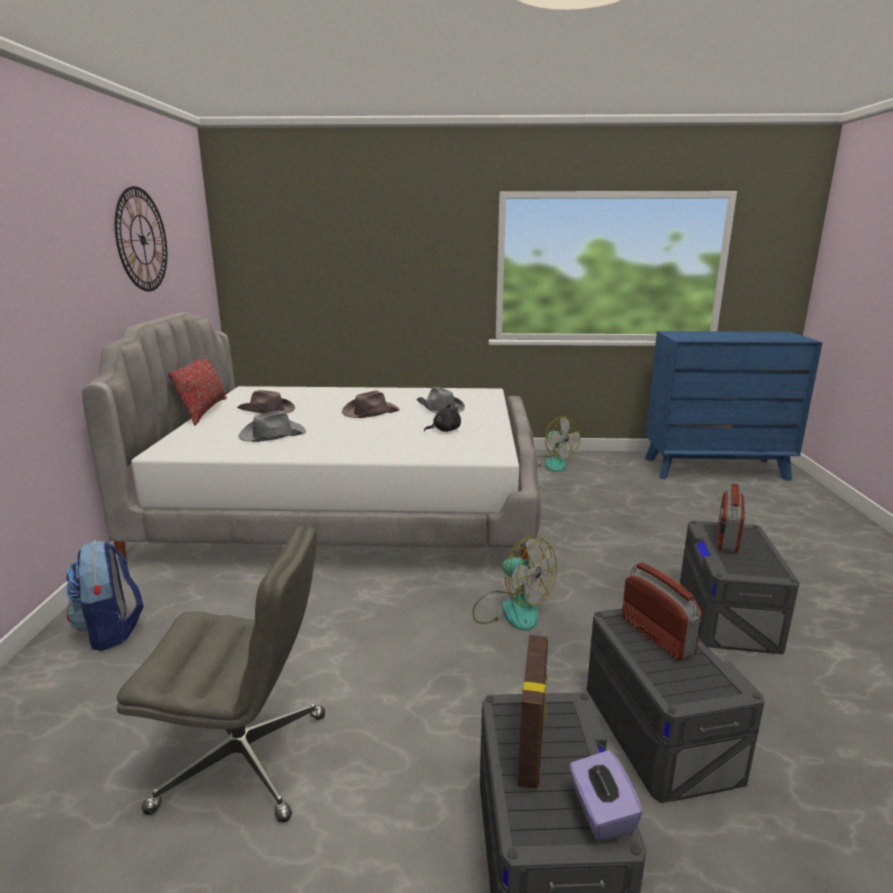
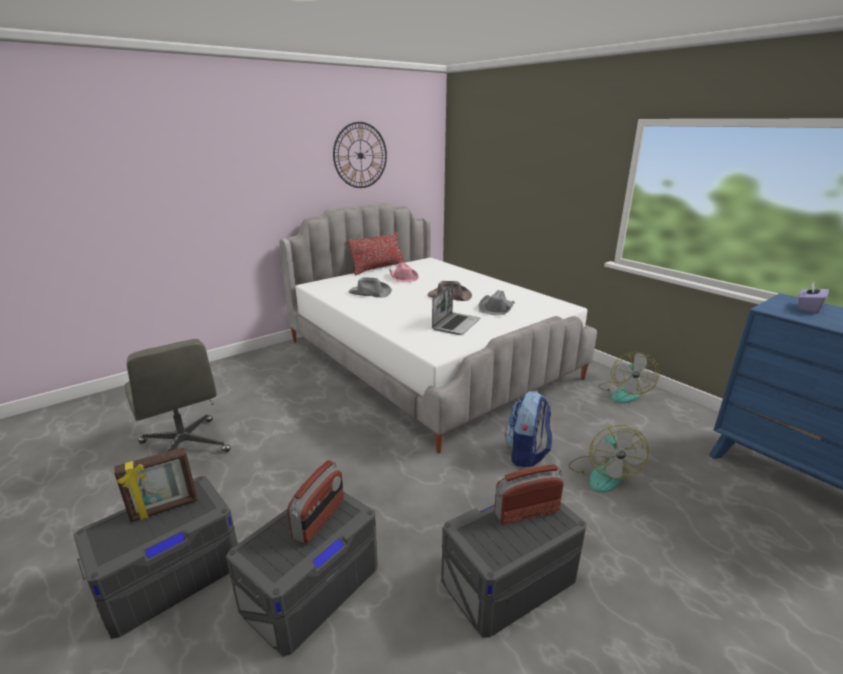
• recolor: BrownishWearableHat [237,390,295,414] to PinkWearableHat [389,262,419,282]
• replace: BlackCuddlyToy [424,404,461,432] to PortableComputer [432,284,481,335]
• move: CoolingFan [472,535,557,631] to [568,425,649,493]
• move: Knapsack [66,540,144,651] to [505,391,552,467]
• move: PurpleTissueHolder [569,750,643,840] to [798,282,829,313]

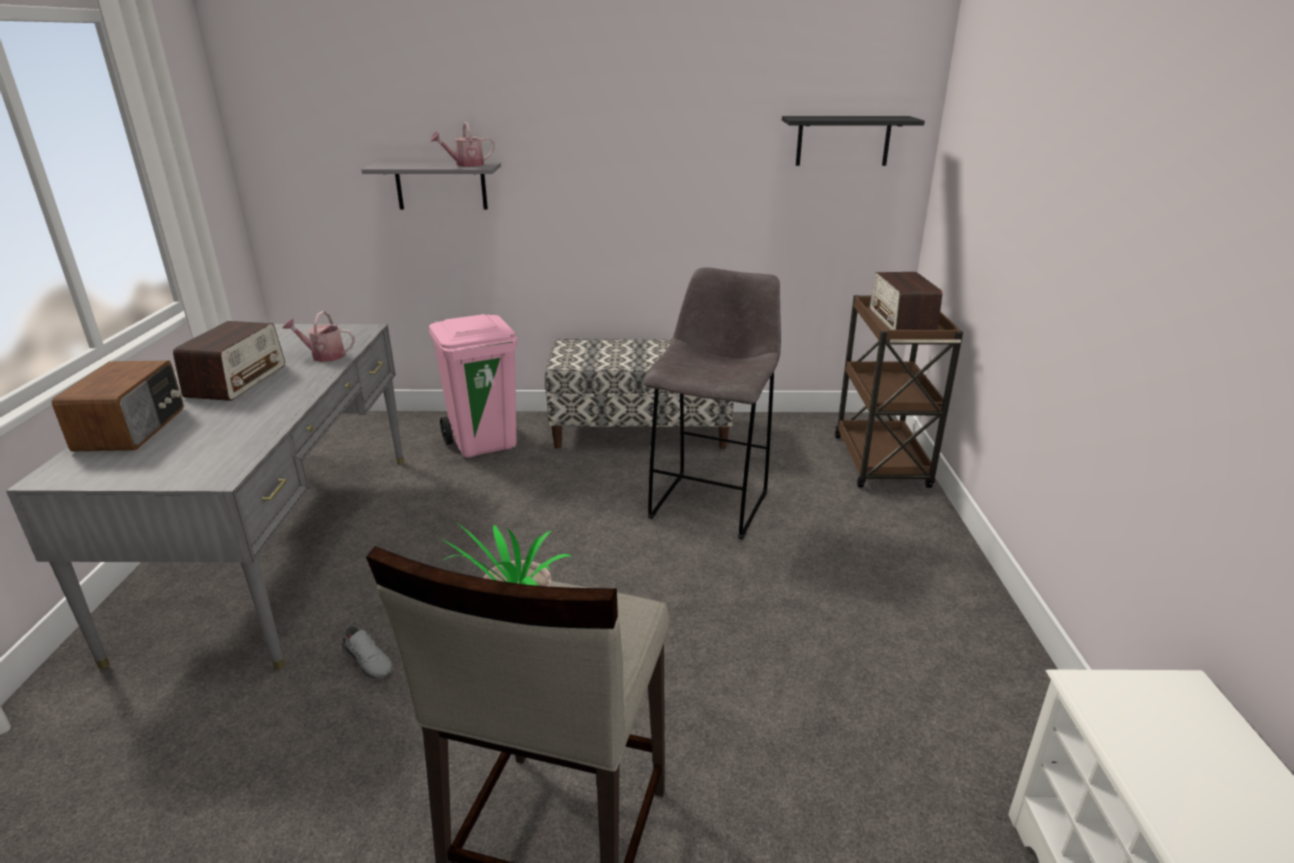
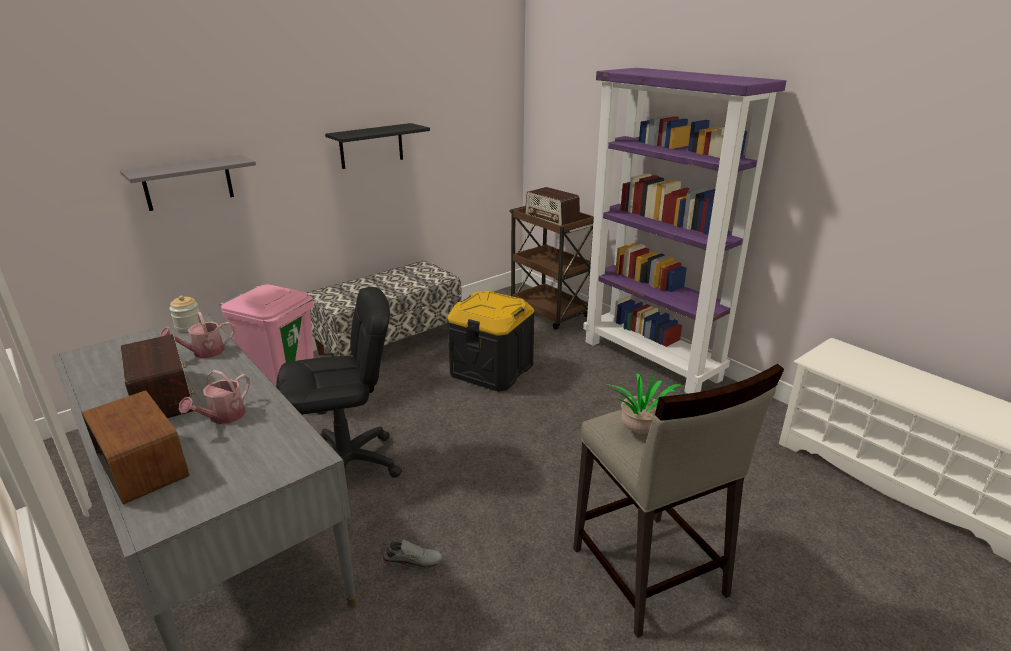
• move: BlackWallShelf [782,116,925,166] to [325,123,430,169]
• move: WateringCan [430,122,495,167] to [179,370,250,424]
• replace: GraySittingStool [643,267,781,540] to BlackStorageBox [447,291,535,392]
• insert: PurpleBookshelf [583,68,786,394]
• insert: BlackOfficeChair [276,287,402,478]
• insert: PreserveJar [169,295,199,332]

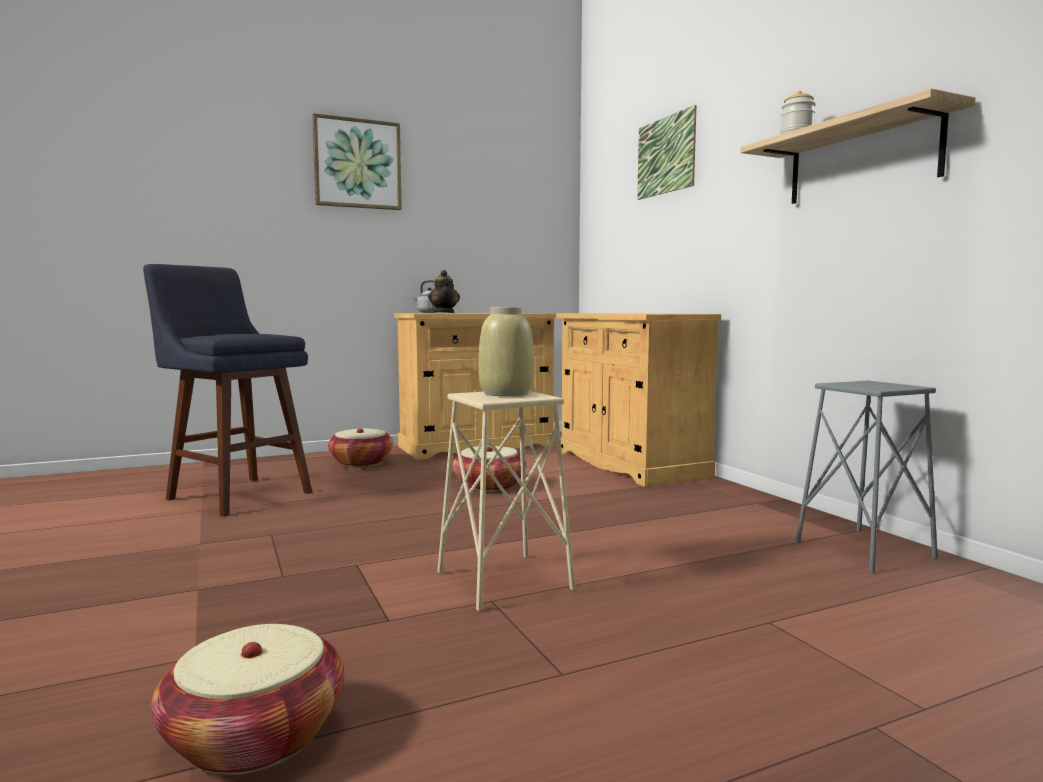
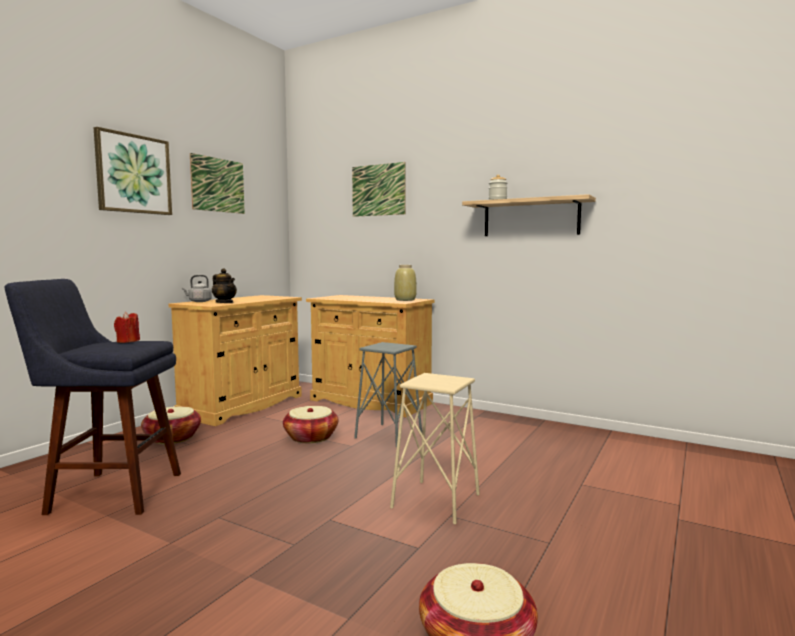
• move: BeigeVase [479,307,534,396] to [394,265,417,301]
• move: GraySittingStool [796,381,938,573] to [354,342,422,448]
• insert: WallPicture [190,153,245,214]
• insert: RedWaxCandle [114,312,140,343]

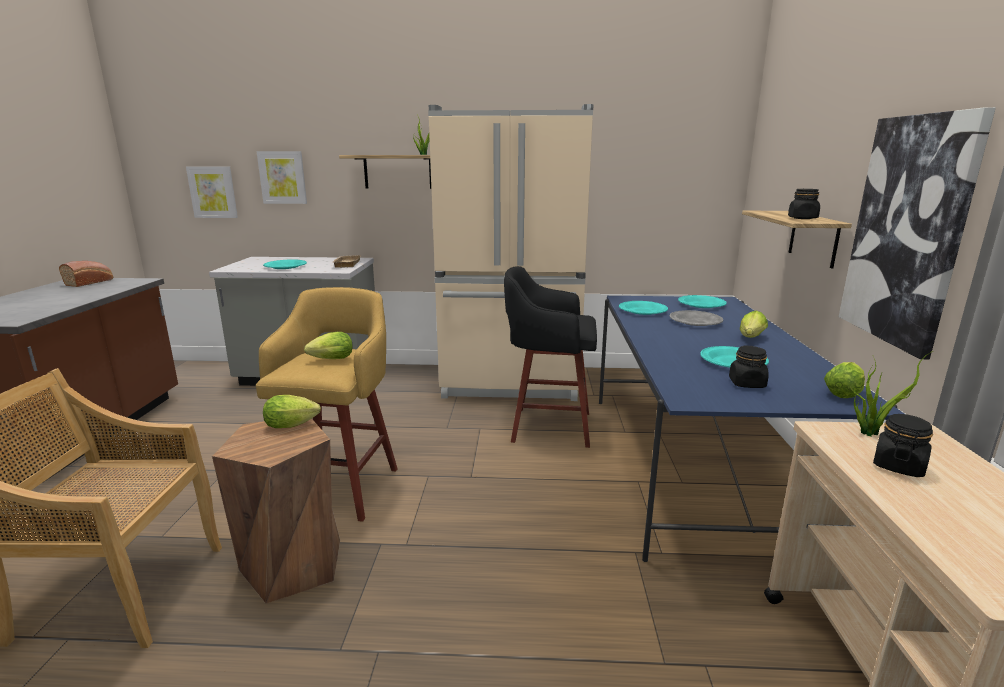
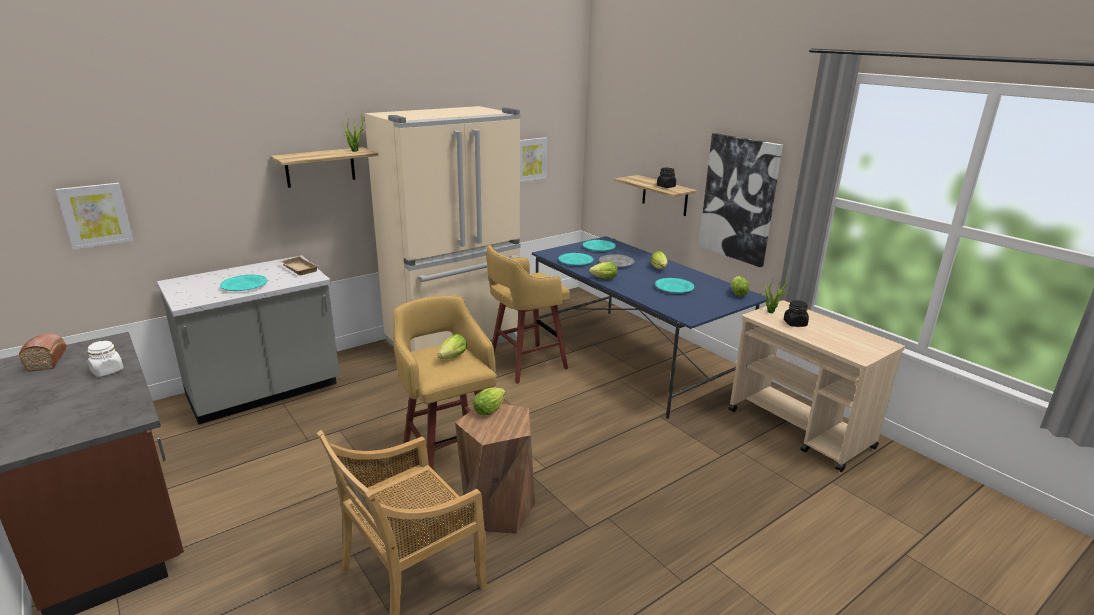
• move: WallPicture [256,151,307,204] to [520,137,547,183]
• recolor: BlackSittingStool [504,266,597,448] to YellowSittingStool [487,245,570,384]
• delete: BlackPreserveJar [729,345,769,388]
• insert: HeadOfLettuce [589,262,618,279]
• insert: WhitePreserveJar [88,341,124,377]

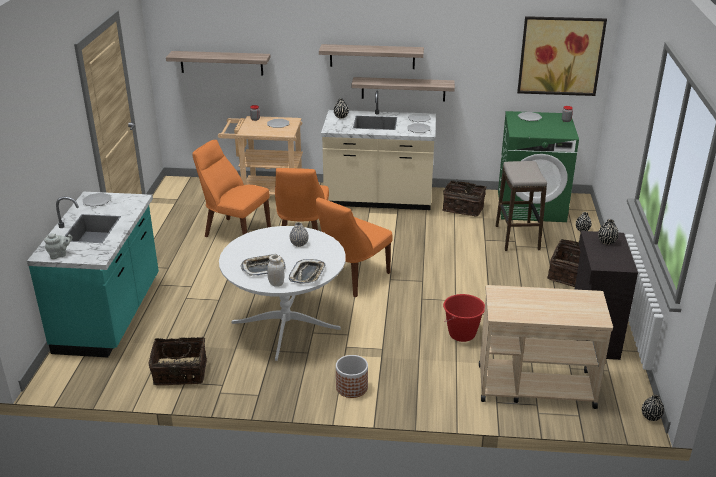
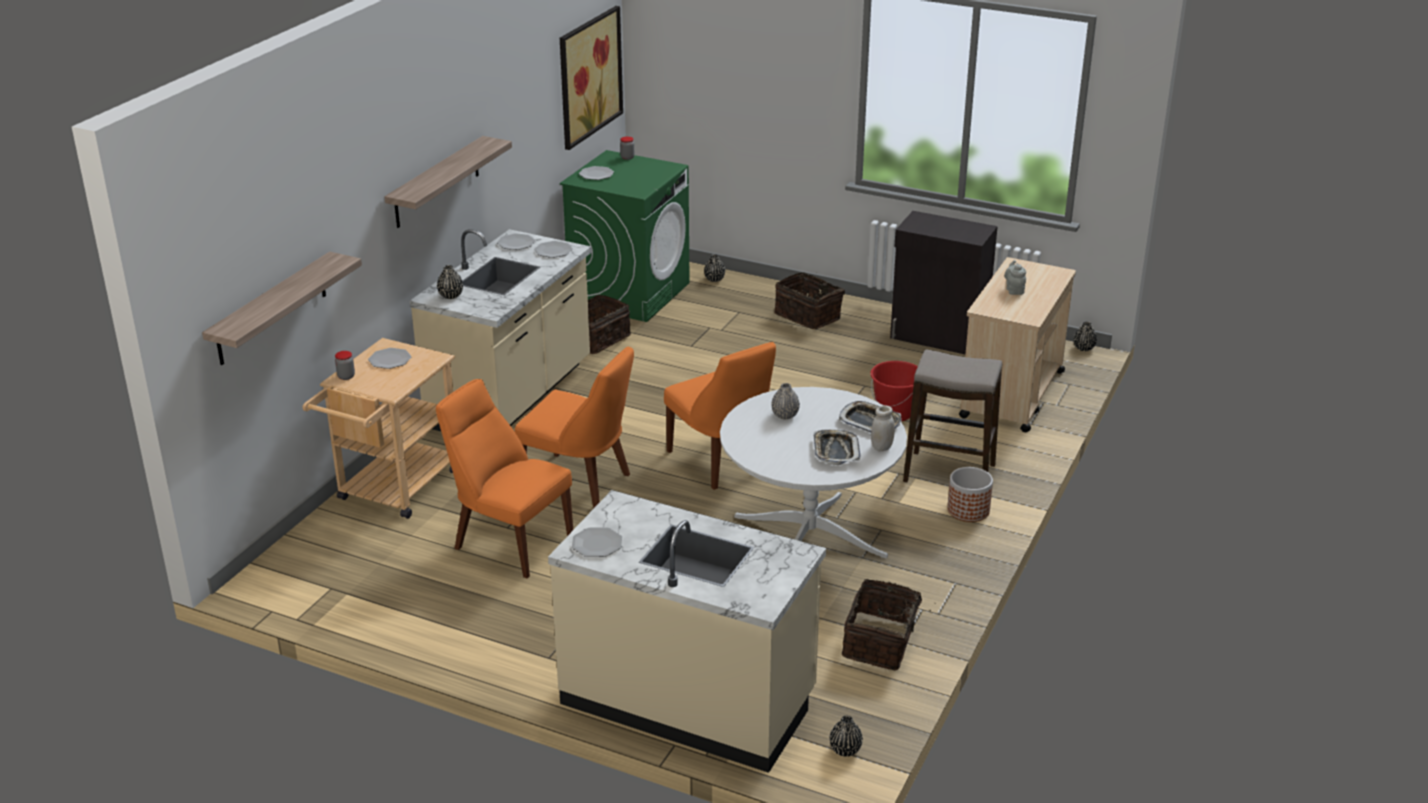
• delete: WallShelf [351,77,455,102]
• rotate: OrangeChair [192,140,271,237] = [436,379,573,578] 75 degrees clockwise
• move: SittingStool [496,161,547,251] to [903,350,1002,482]
• recolor: TurquoiseColouredCounter [27,192,159,358] to BeigeCounter [548,490,826,773]
• move: BlackVase [598,219,619,245] to [830,716,863,757]
• move: GrayPotForTea [44,234,73,259] to [1004,260,1026,295]

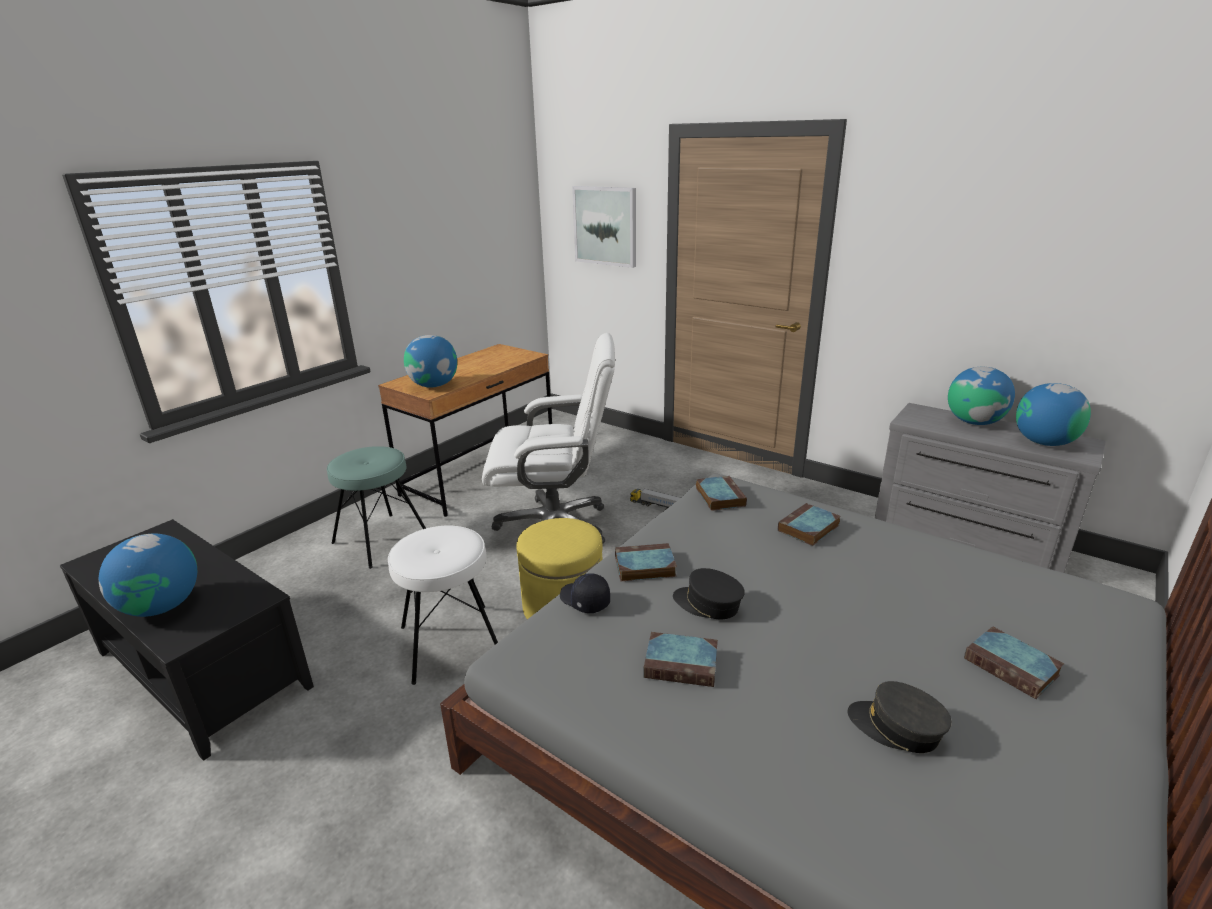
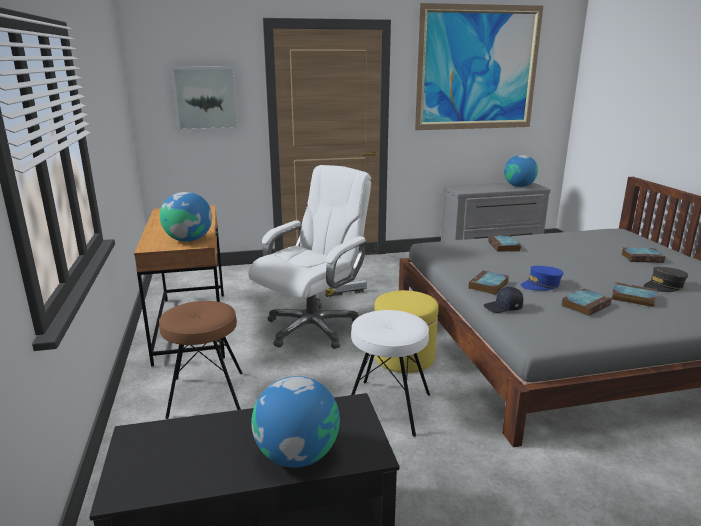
• delete: WorldGlobe [948,367,1015,425]
• recolor: TurquoiseColouredSittingStool [327,446,426,569] to BrownishSittingStool [159,301,243,419]
• move: Book [696,476,747,511] to [612,282,657,307]
• recolor: BlackBaseballCap [673,568,745,619] to BlueColouredBaseballCap [521,266,563,291]
• insert: WallPicture [415,3,543,130]

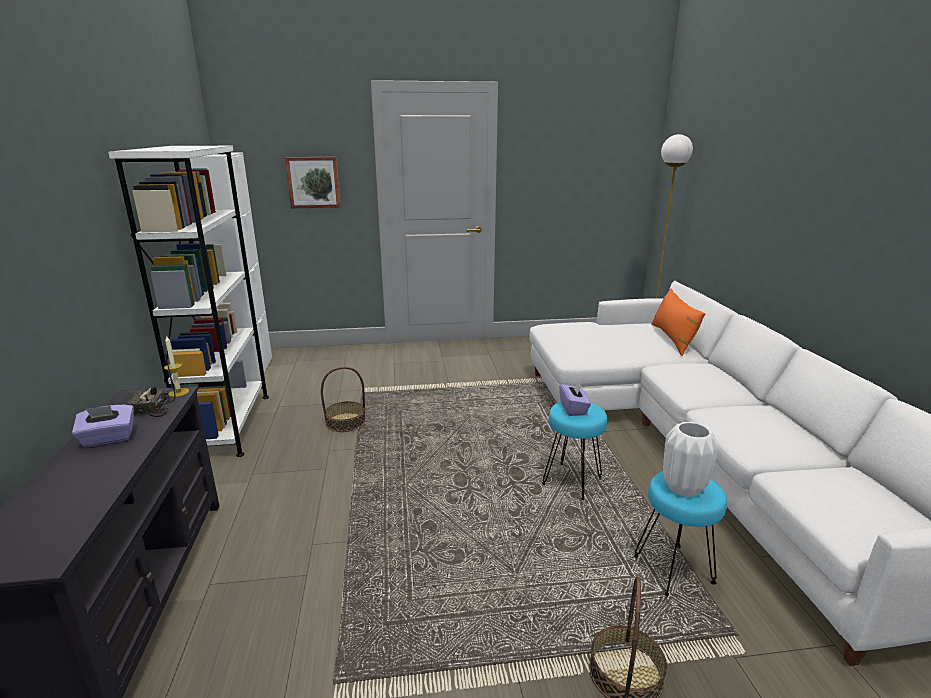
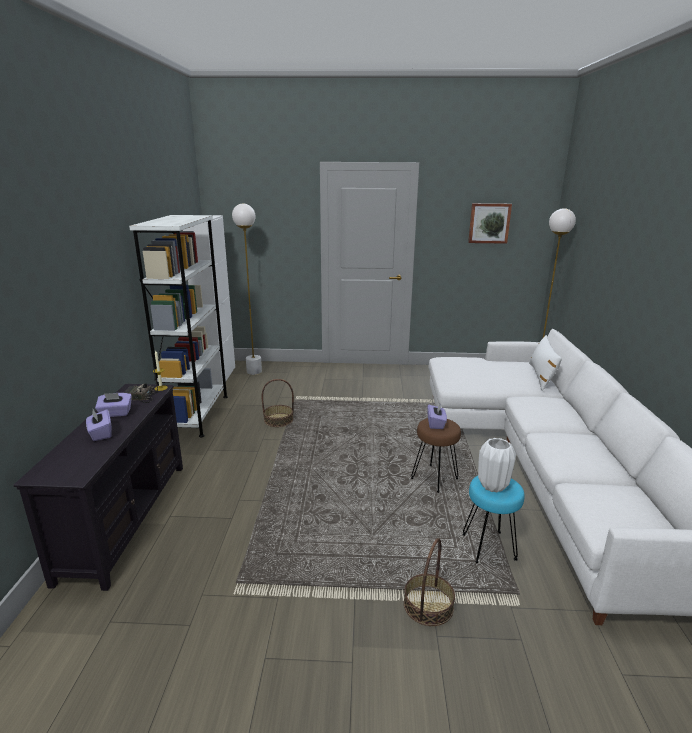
• move: WallPicture [285,157,340,208] to [468,203,512,244]
• recolor: OrangeCushion [651,288,706,356] to WhiteCushion [529,335,562,391]
• recolor: TurquoiseColouredSittingStool [542,402,607,500] to BrownishSittingStool [411,418,461,493]
• insert: WhiteStandingLamp [232,204,262,375]
• insert: PurpleTissueHolder [86,409,112,441]

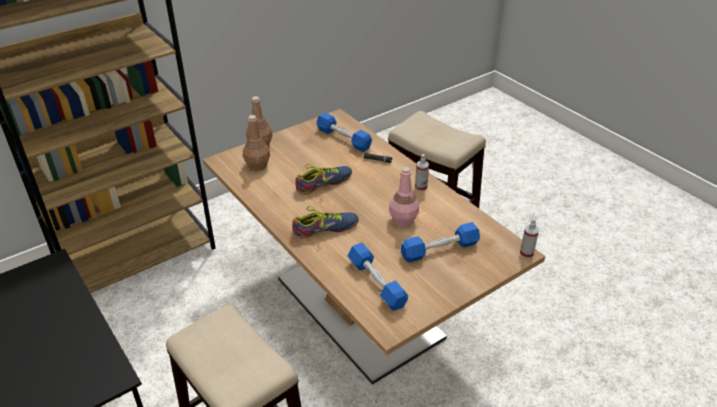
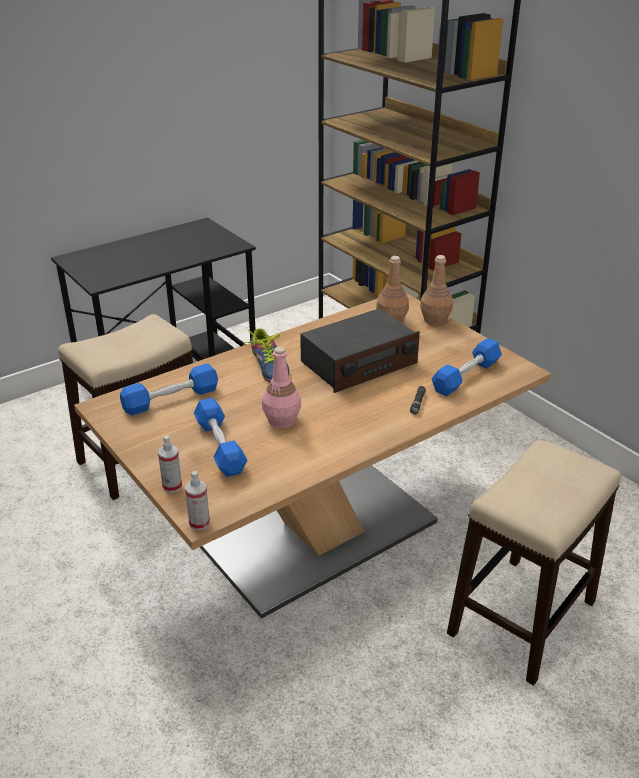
• move: HandSprayer [415,154,429,191] to [158,436,182,493]
• replace: Shoe [295,164,352,195] to Radio [300,309,420,393]

